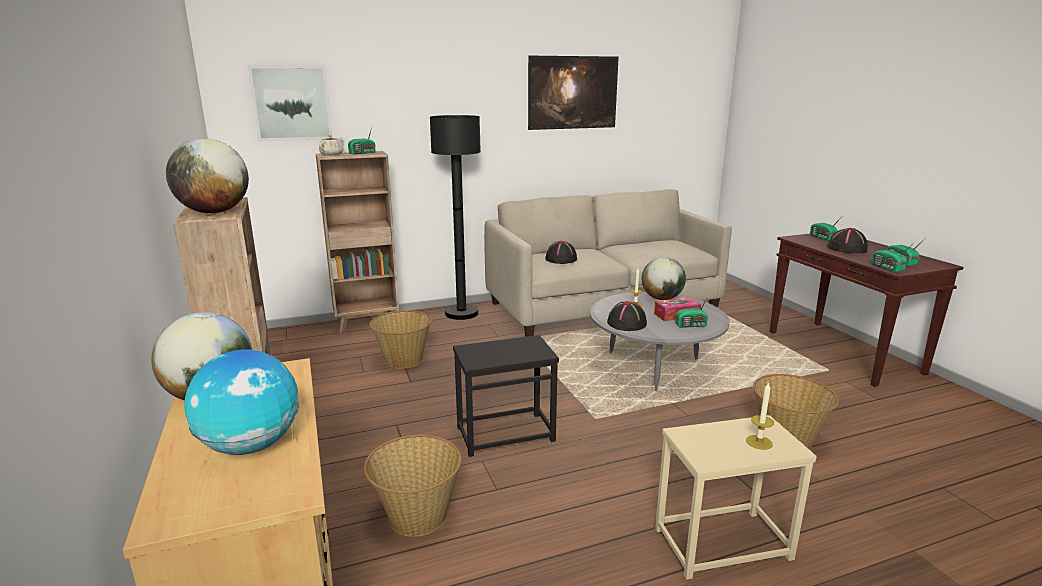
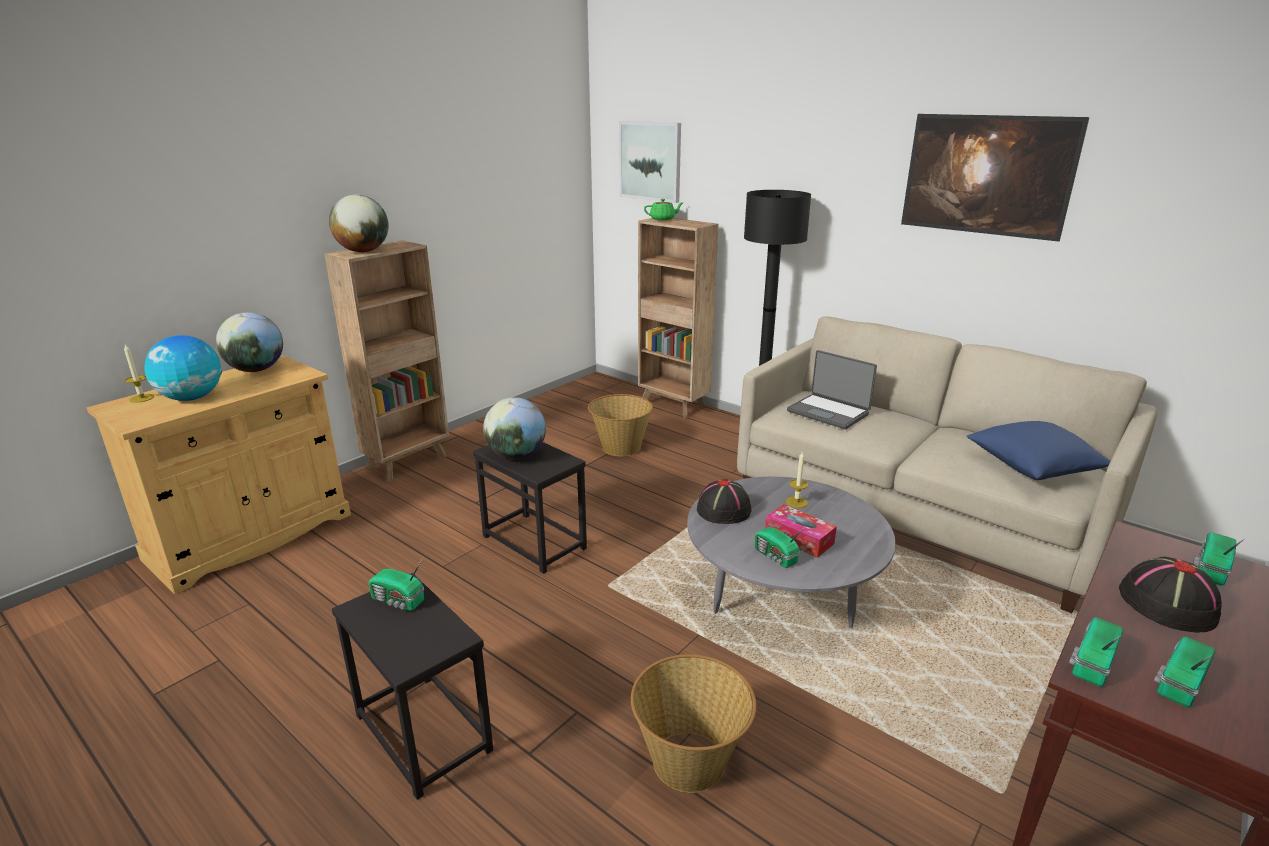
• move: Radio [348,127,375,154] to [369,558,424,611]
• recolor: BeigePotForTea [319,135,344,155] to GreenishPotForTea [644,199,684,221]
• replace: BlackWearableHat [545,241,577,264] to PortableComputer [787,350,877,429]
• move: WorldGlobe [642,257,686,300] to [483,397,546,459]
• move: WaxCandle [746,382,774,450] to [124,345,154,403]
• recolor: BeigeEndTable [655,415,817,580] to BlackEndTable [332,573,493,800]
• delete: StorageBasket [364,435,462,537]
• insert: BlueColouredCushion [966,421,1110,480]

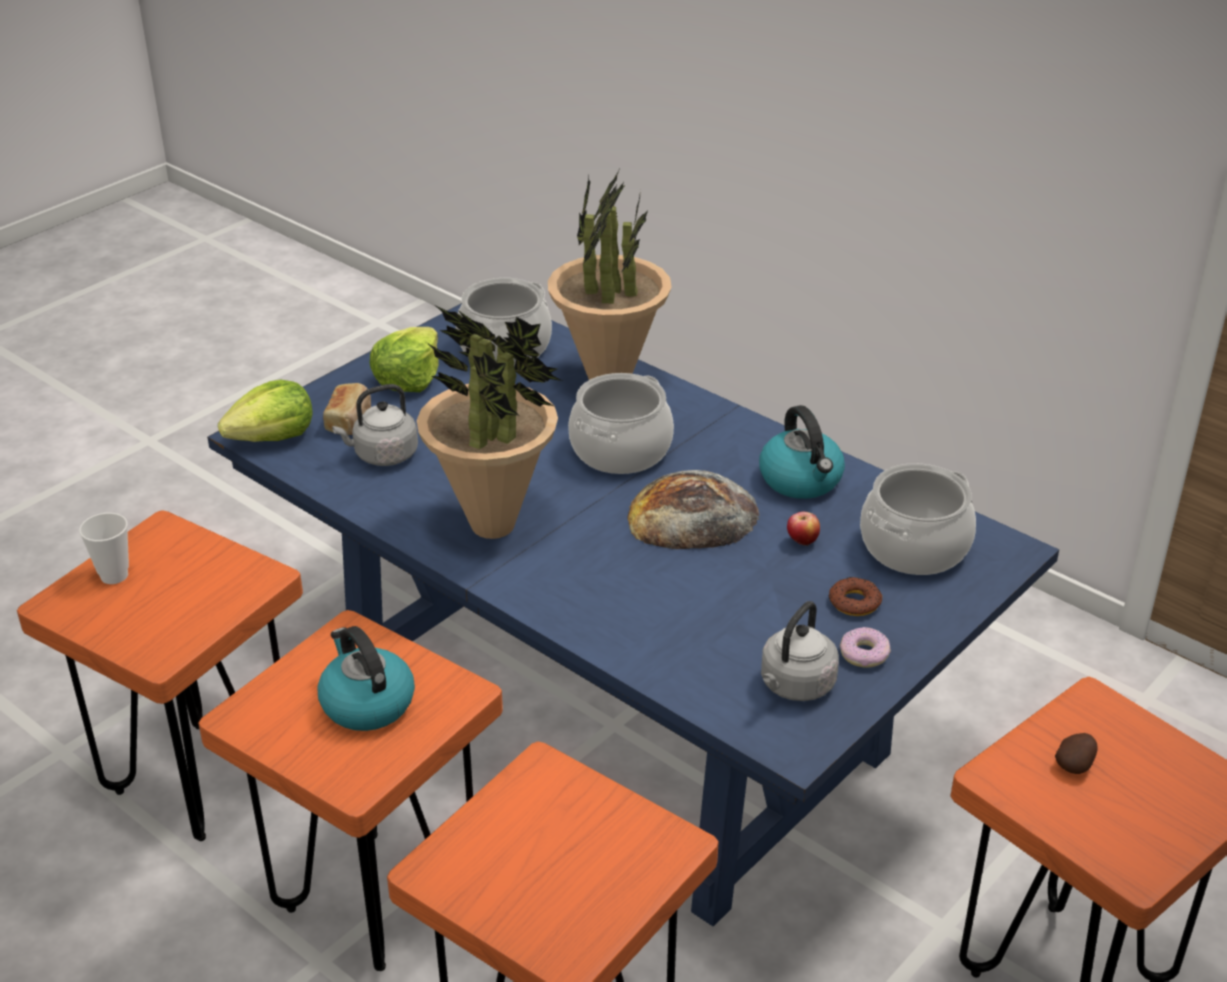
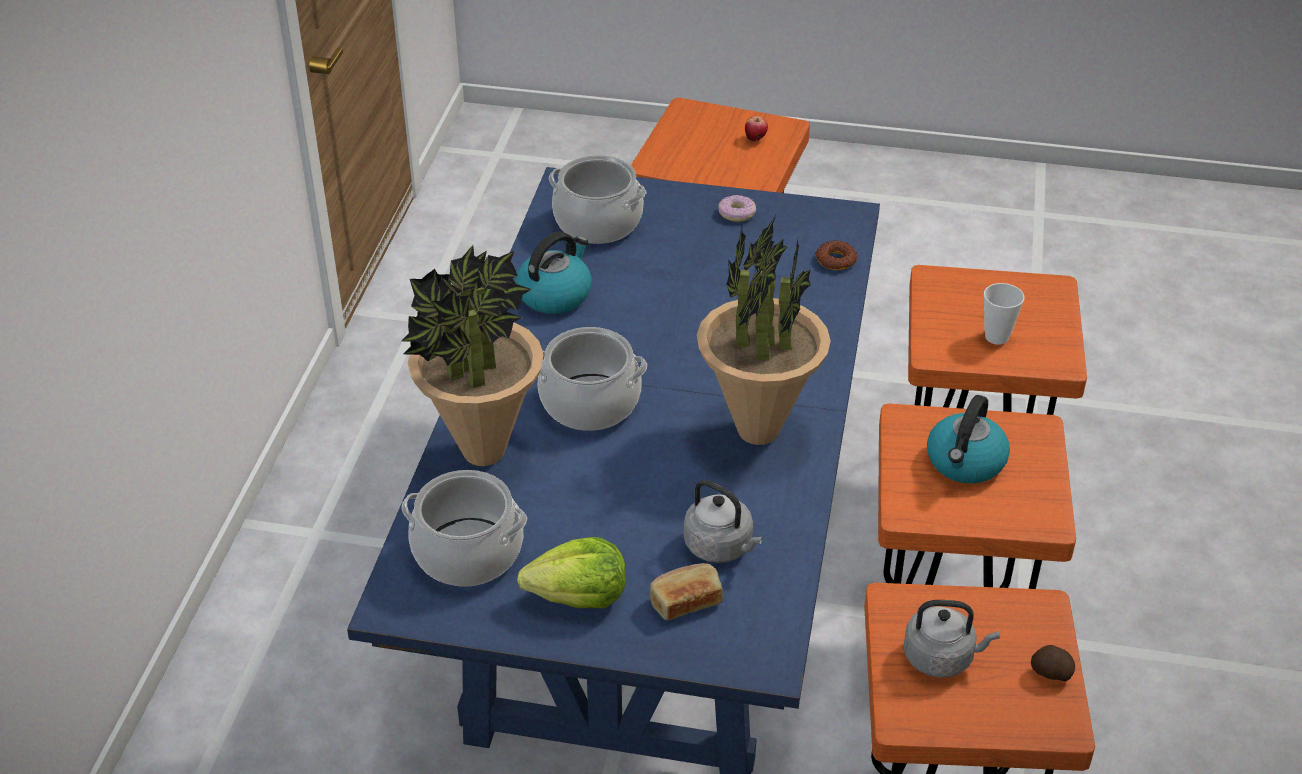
• delete: HeadOfLettuce [218,380,313,442]
• delete: BakedBread [627,470,760,549]
• move: Apple [787,512,820,546] to [745,116,768,142]
• move: DrinkingCup [79,513,129,584] to [984,283,1025,345]
• move: RingDoughnut [829,577,882,616] to [815,240,857,270]
• move: GrayWaterKettle [761,601,839,701] to [903,600,1000,678]
• move: Spud [1055,733,1097,774] to [1031,645,1075,681]

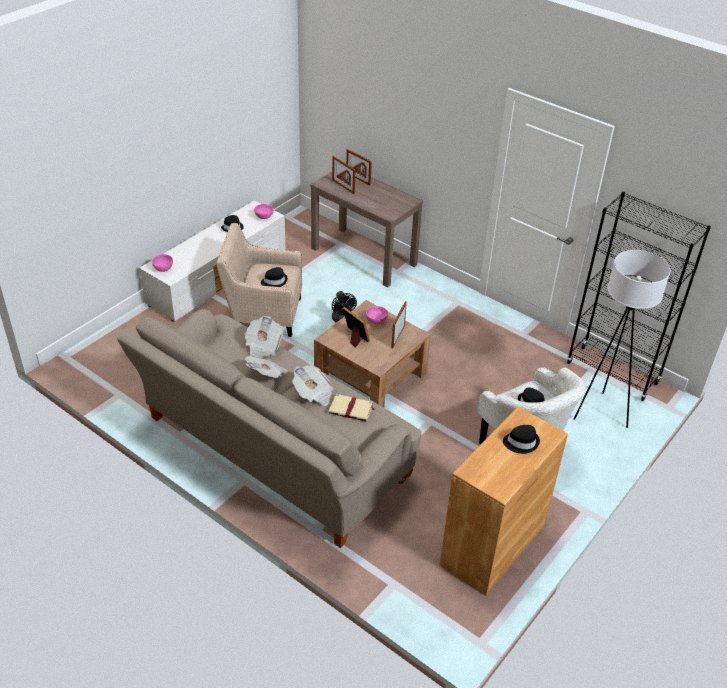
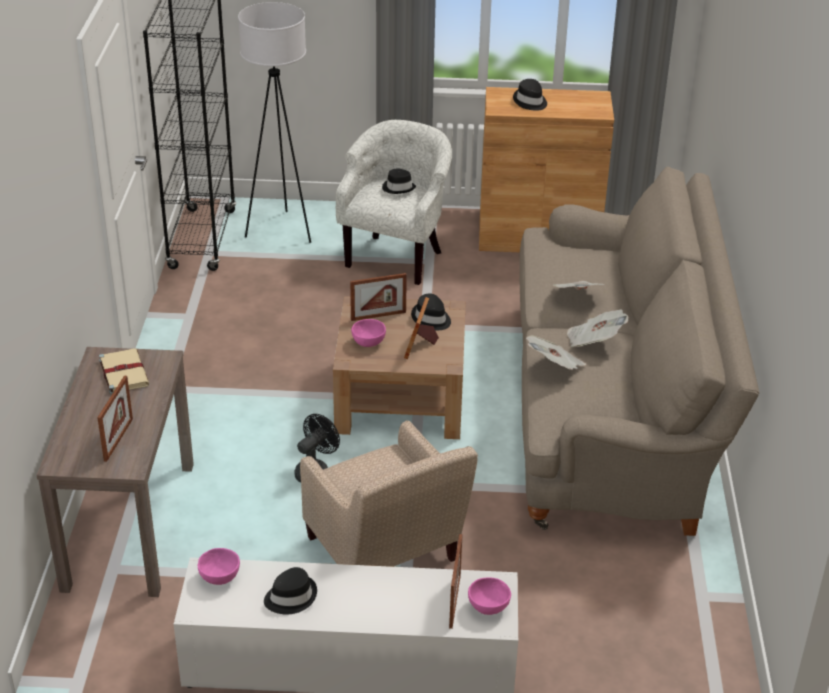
• move: StandingFrame [346,149,372,186] to [449,534,463,629]
• move: BlackWearableHat [261,267,287,287] to [411,293,451,330]
• move: BeigeBook [328,393,375,421] to [99,349,149,394]

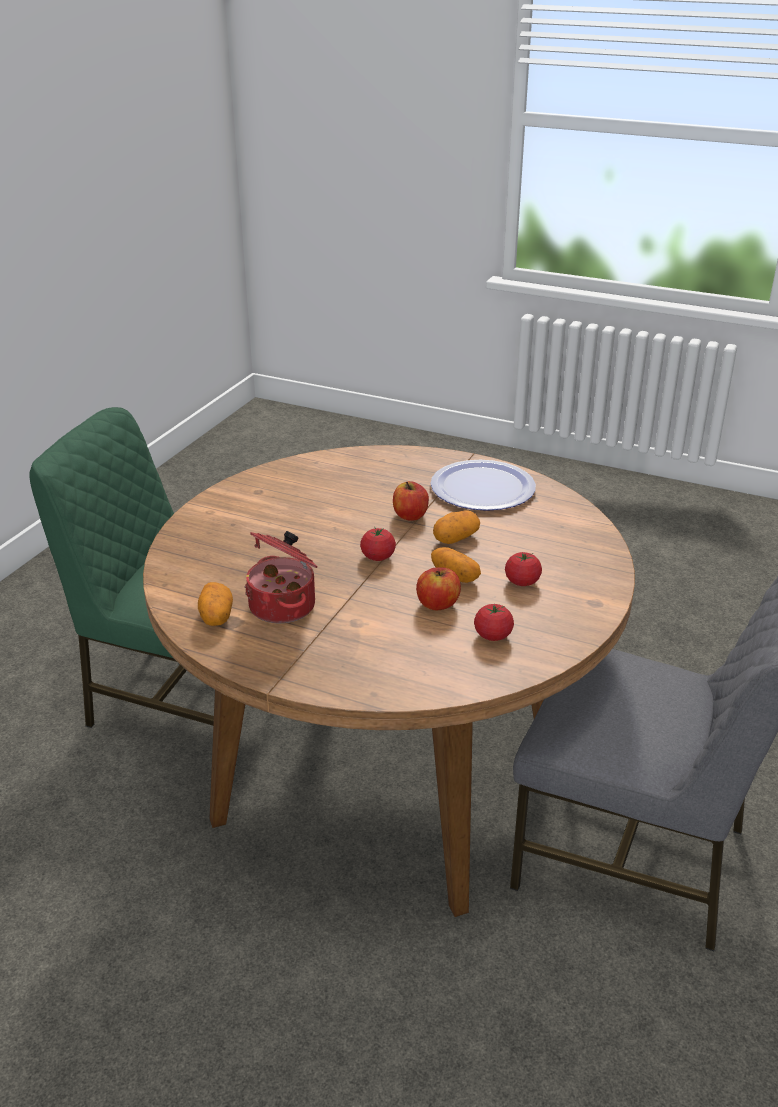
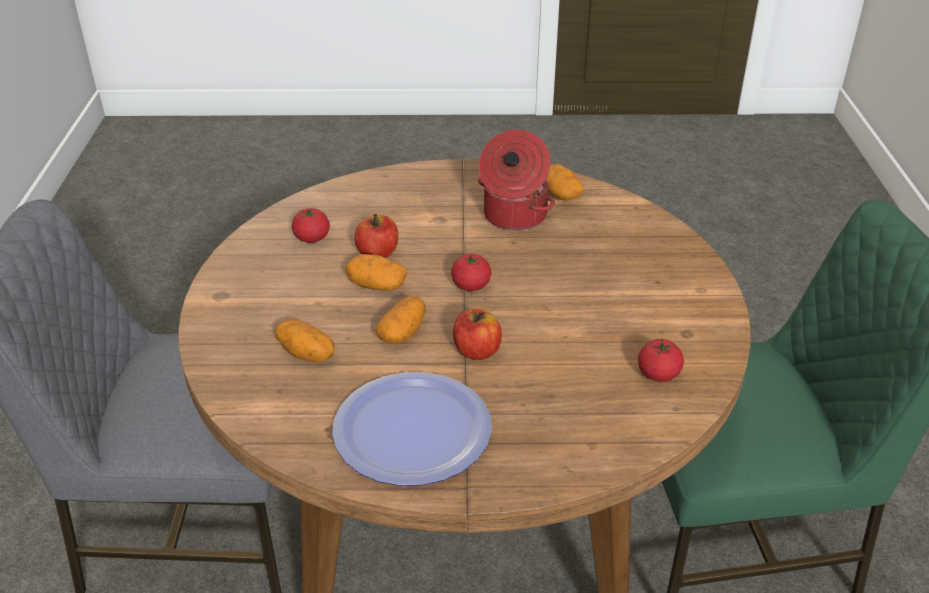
• move: FreshTomato [505,552,542,586] to [638,339,684,382]
• insert: Spud [275,320,335,363]

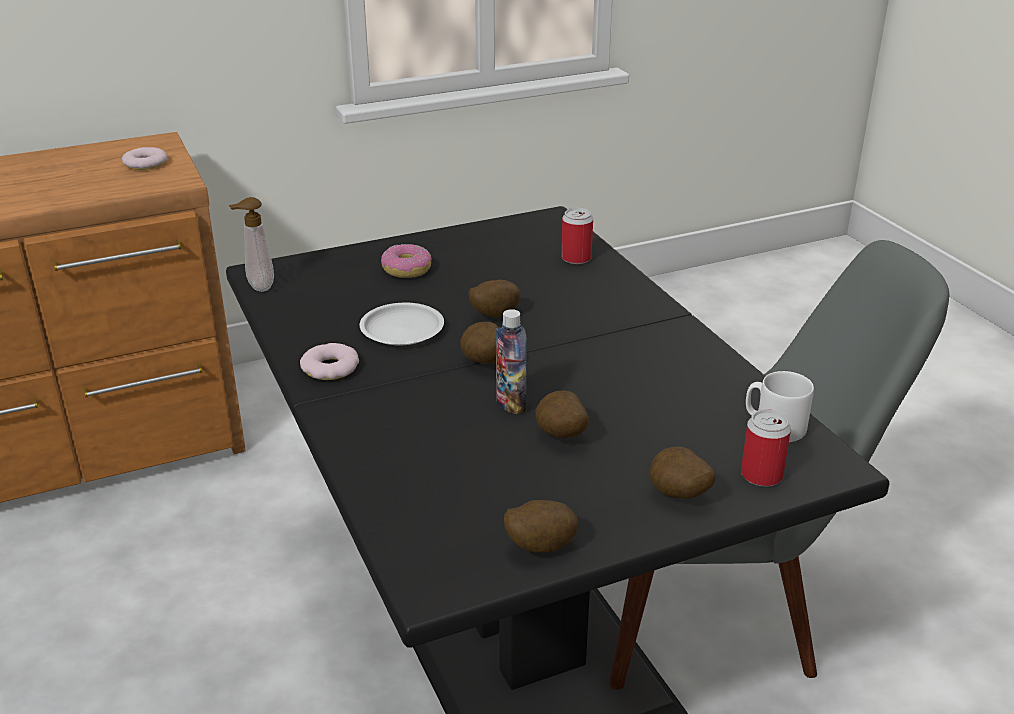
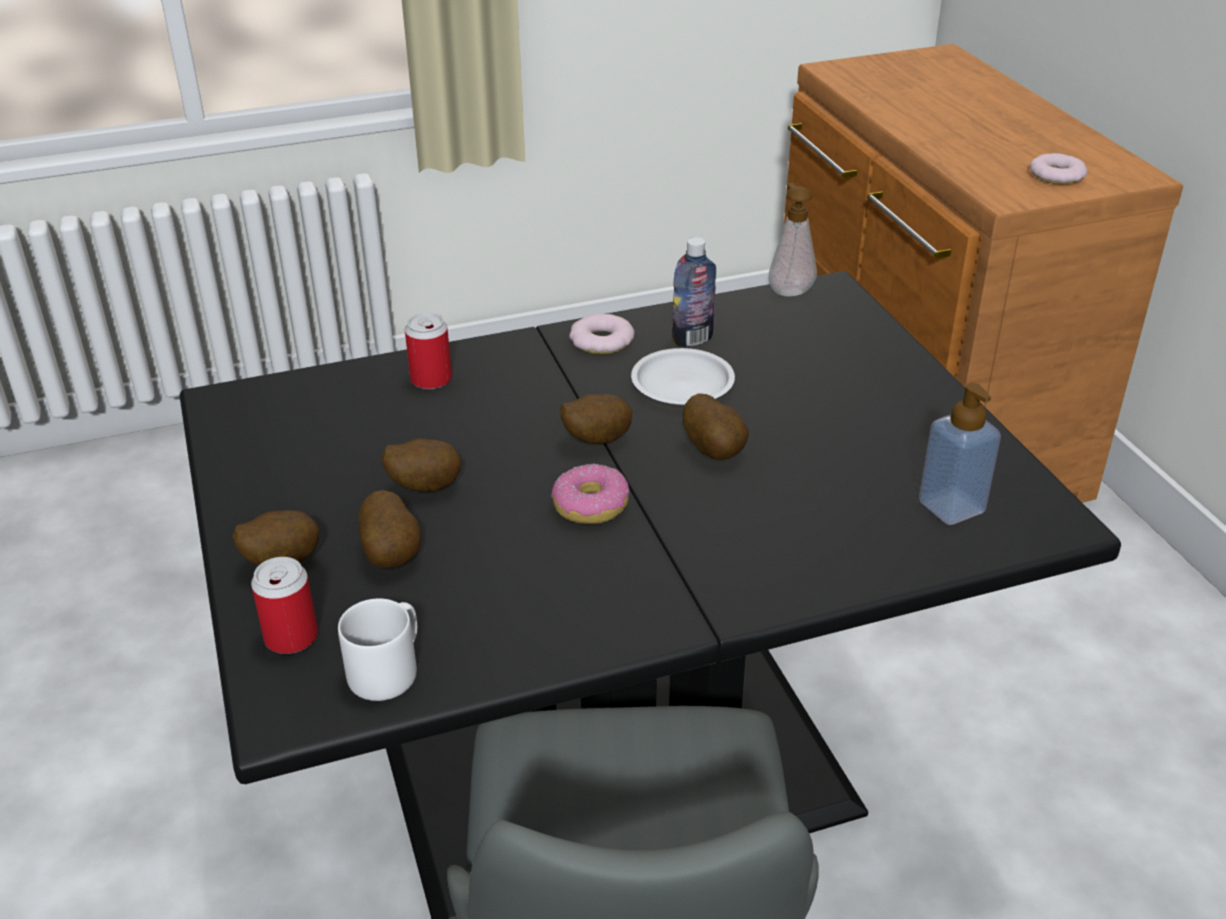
• move: MetalCan [561,208,593,264] to [405,312,452,389]
• move: RingDoughnut [381,244,431,278] to [551,464,629,524]
• move: BeverageBottle [496,309,527,414] to [672,237,716,347]
• move: Spud [504,500,578,553] to [358,490,421,568]
• insert: SoapBottle [919,383,1001,525]

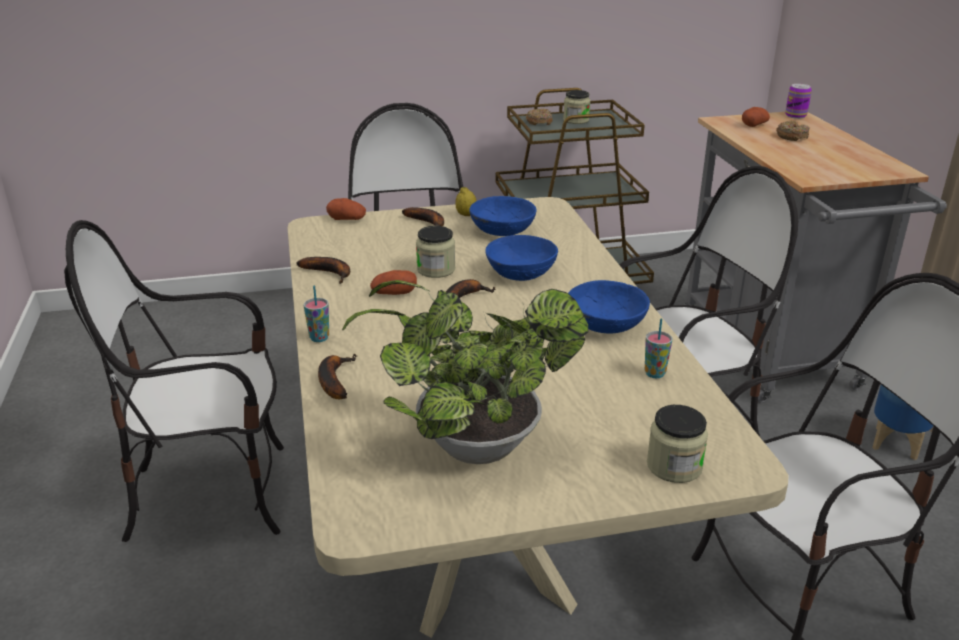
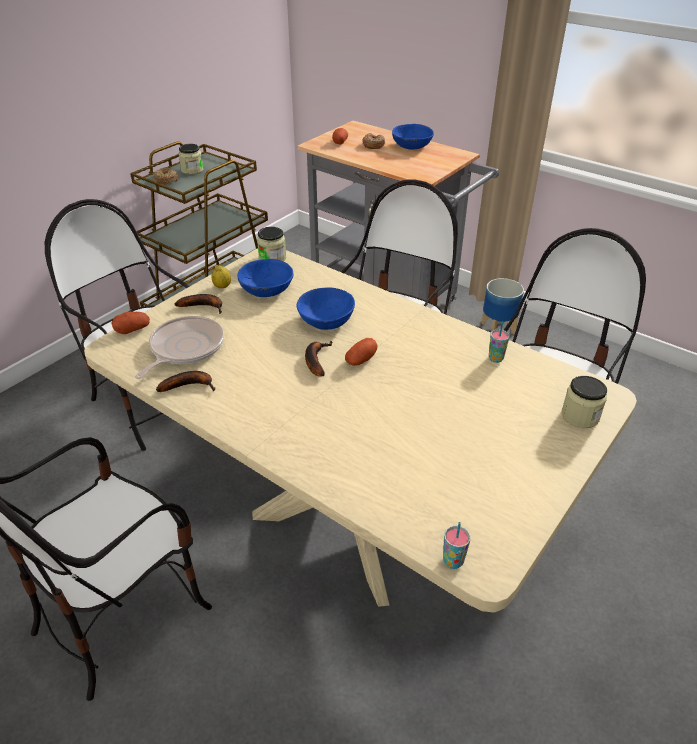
• delete: MetalCan [785,84,812,119]
• move: PreserveJar [416,226,455,278] to [257,227,286,261]
• move: Spud [370,270,417,295] to [345,338,378,366]
• delete: Houseplant [342,280,588,464]
• move: BlueColouredDeepDish [568,280,650,334] to [392,124,434,149]
• move: DrinkingCup [303,285,329,342] to [443,522,471,569]
• delete: Banana [318,354,357,399]
• insert: FryingPan [135,316,224,379]

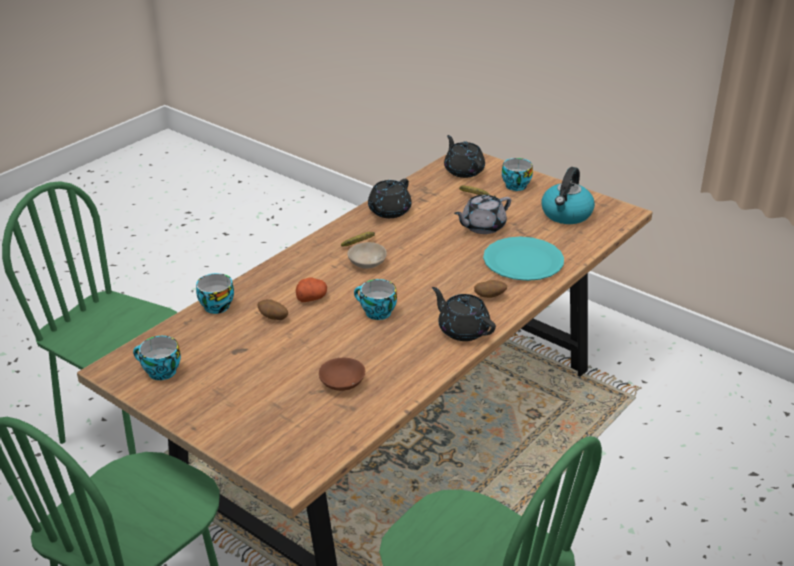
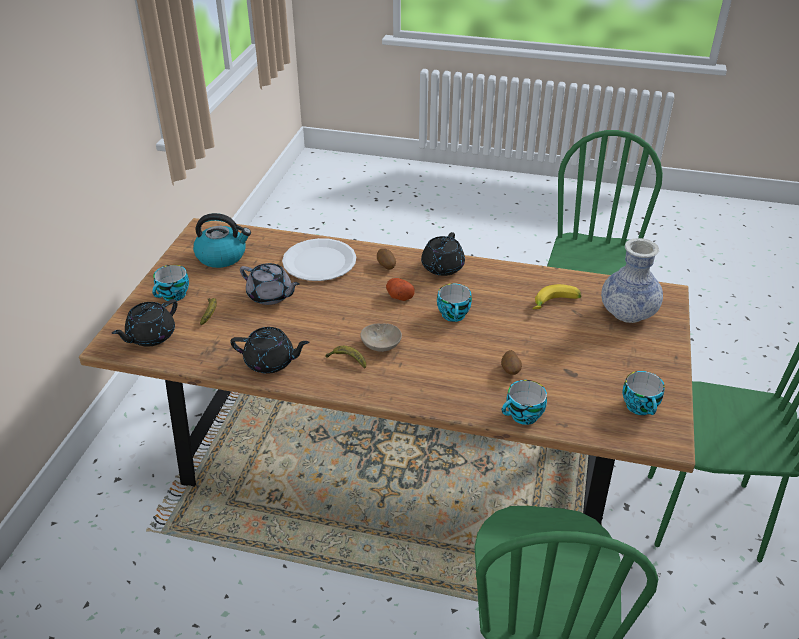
• recolor: TurquoiseColouredFlatDish [483,237,564,281] to WhiteFlatDish [282,238,356,281]
• move: Spud [295,277,327,302] to [386,278,415,301]
• replace: BrownishDeepDish [319,358,365,391] to Banana [532,284,581,309]
• insert: Vase [601,238,663,323]

